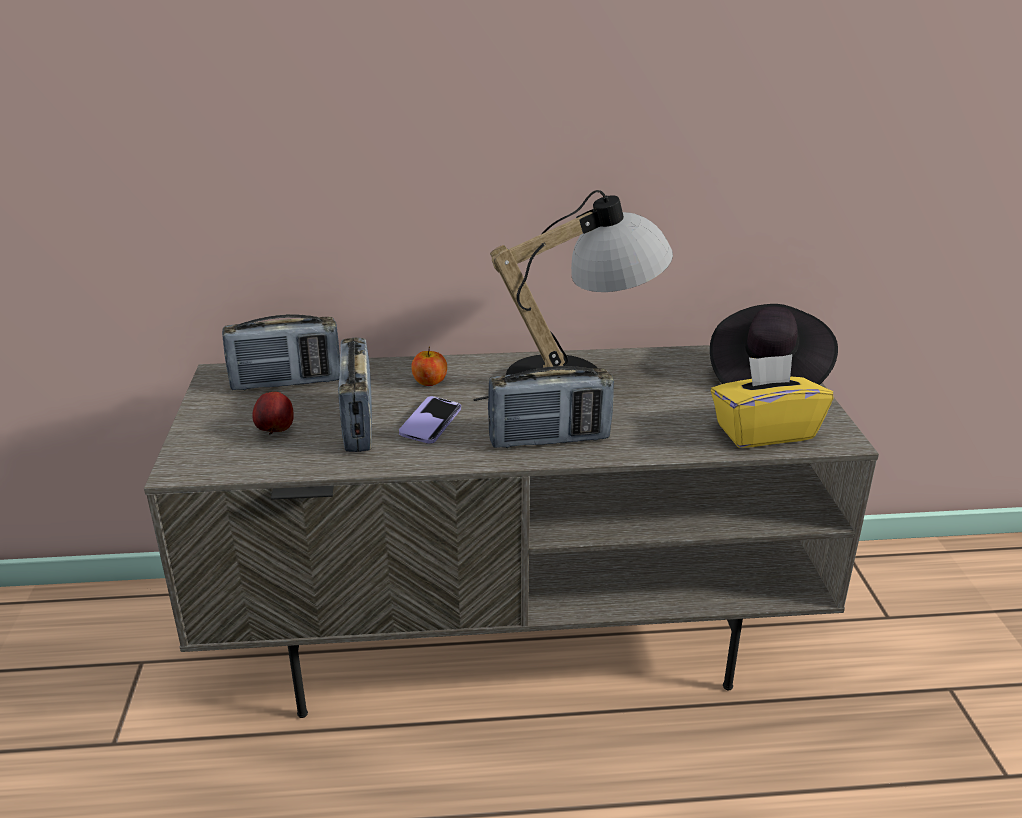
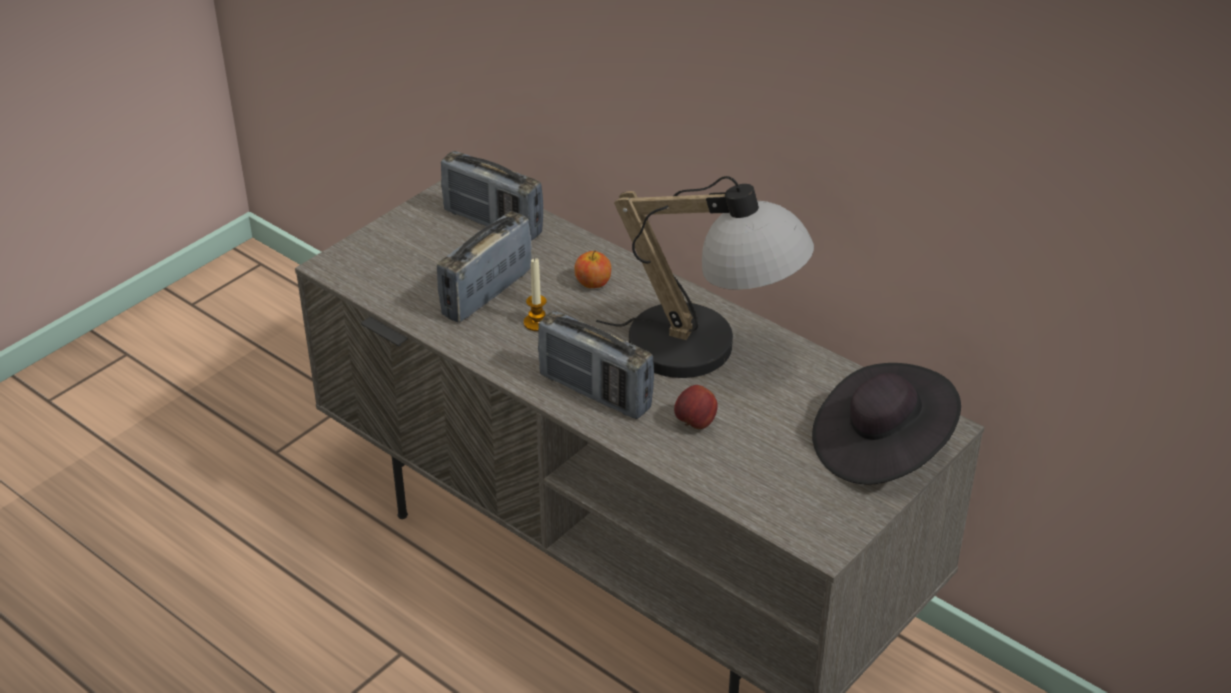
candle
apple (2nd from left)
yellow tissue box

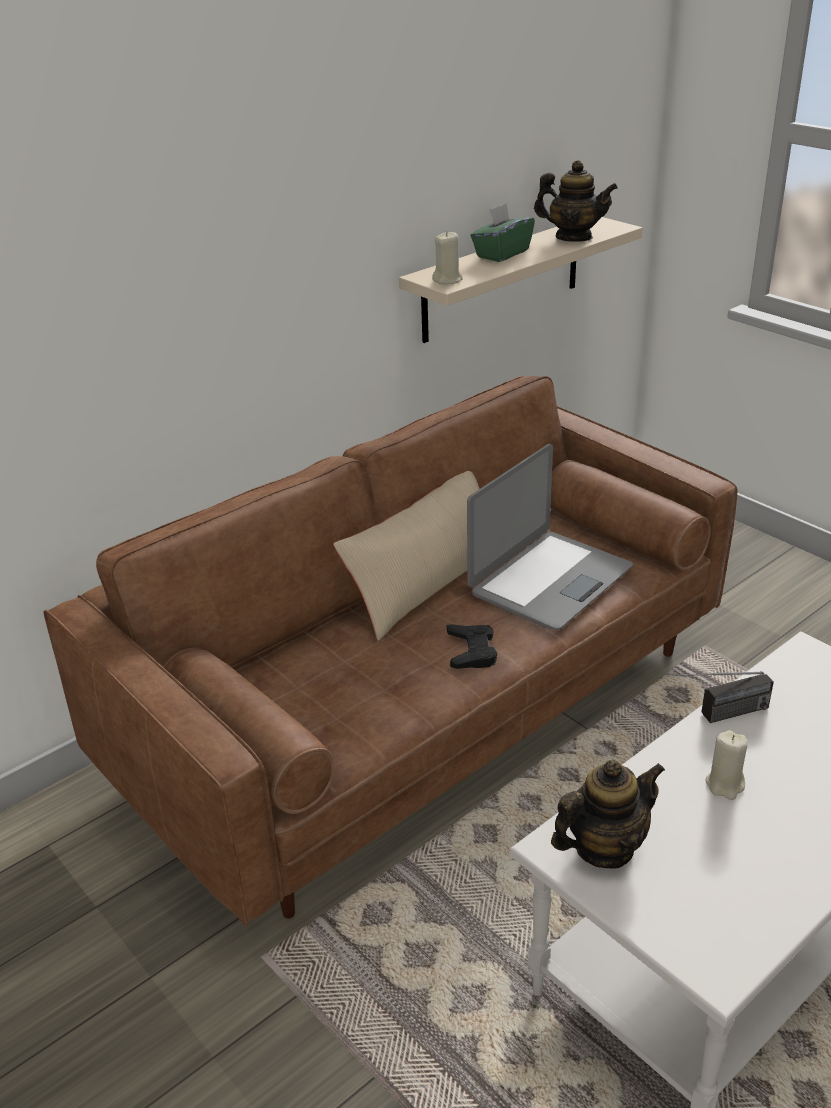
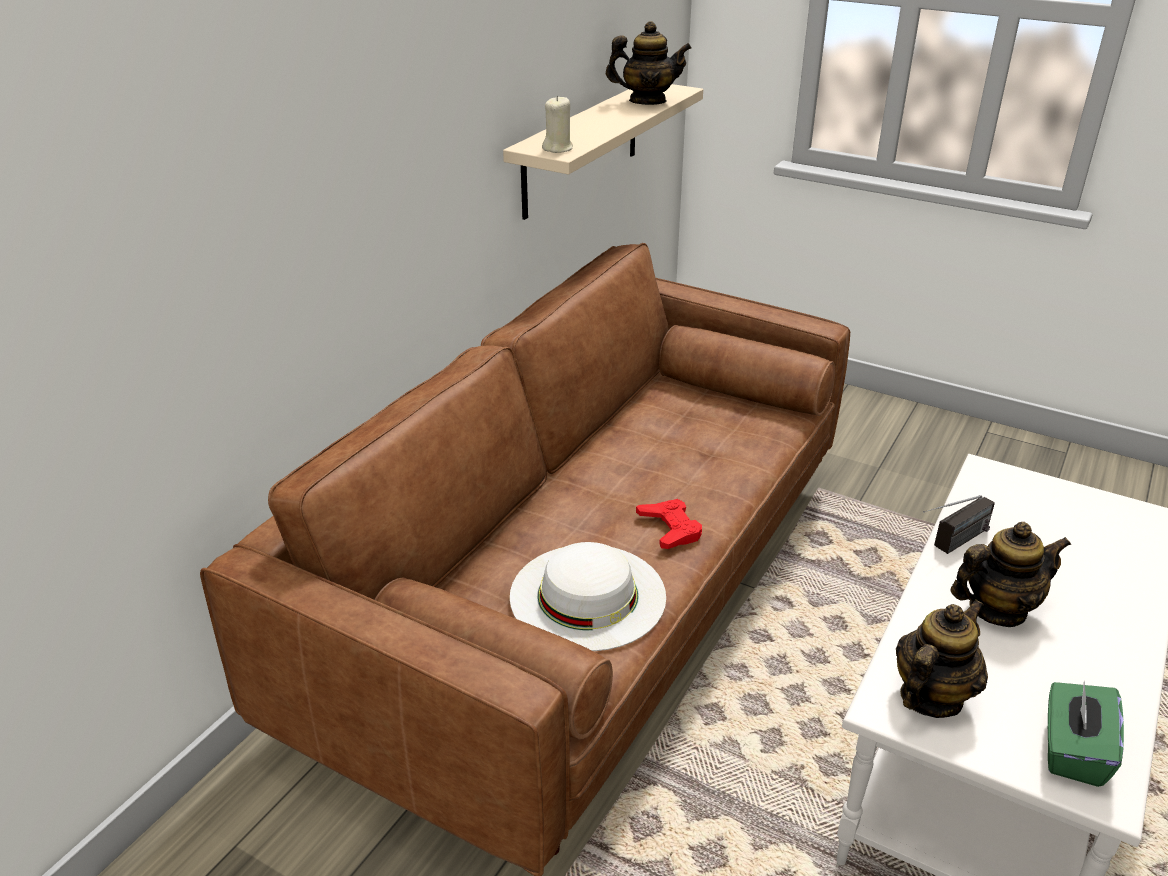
white hat
red game controller
teapot (3rd from left)
green tissue box
beige pillow
laptop

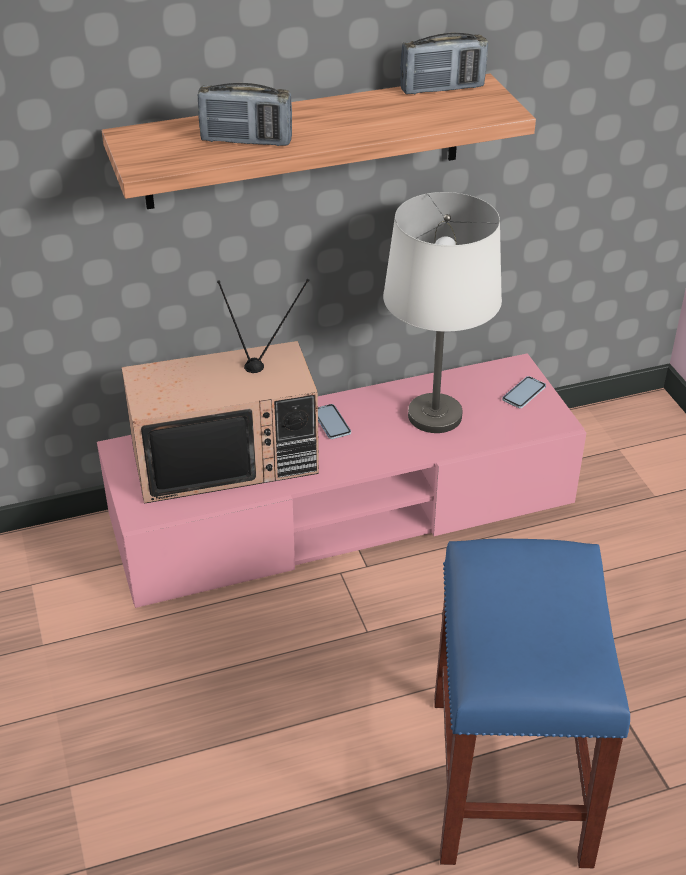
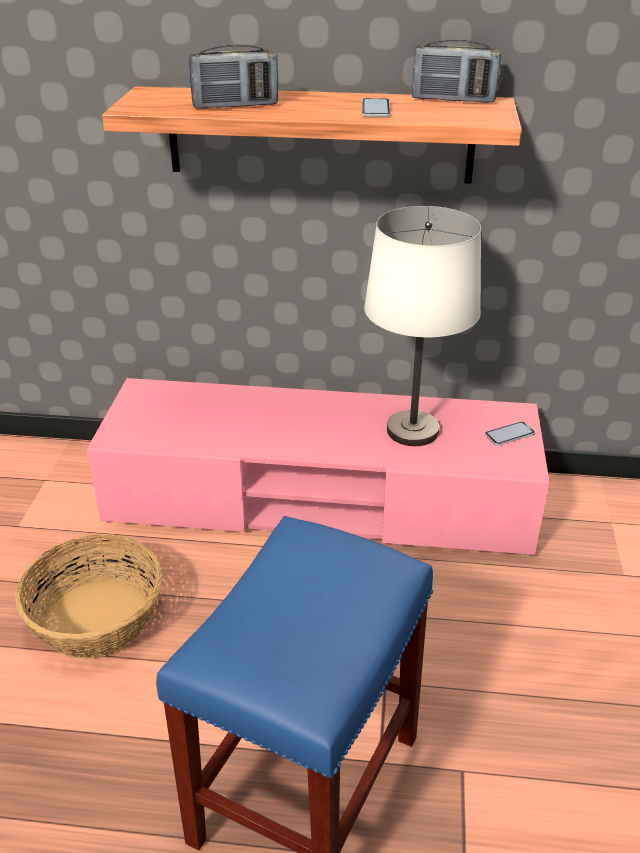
basket
radio (1st from left)
phone (1st from left)
television

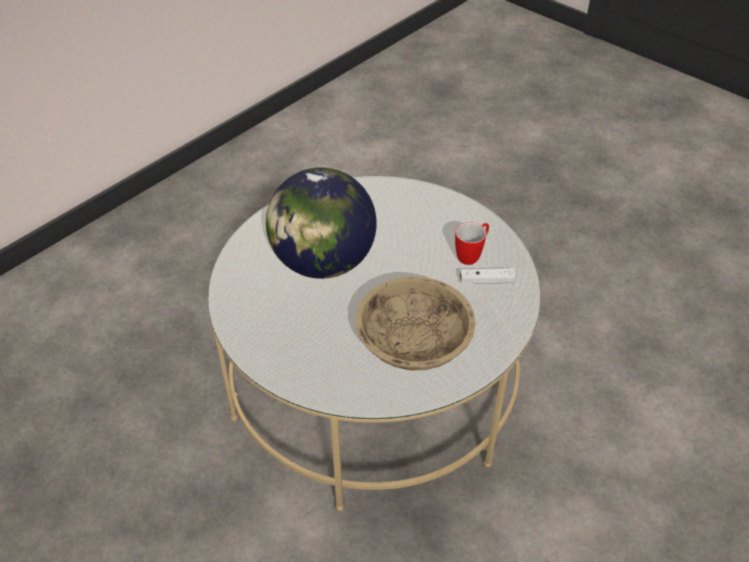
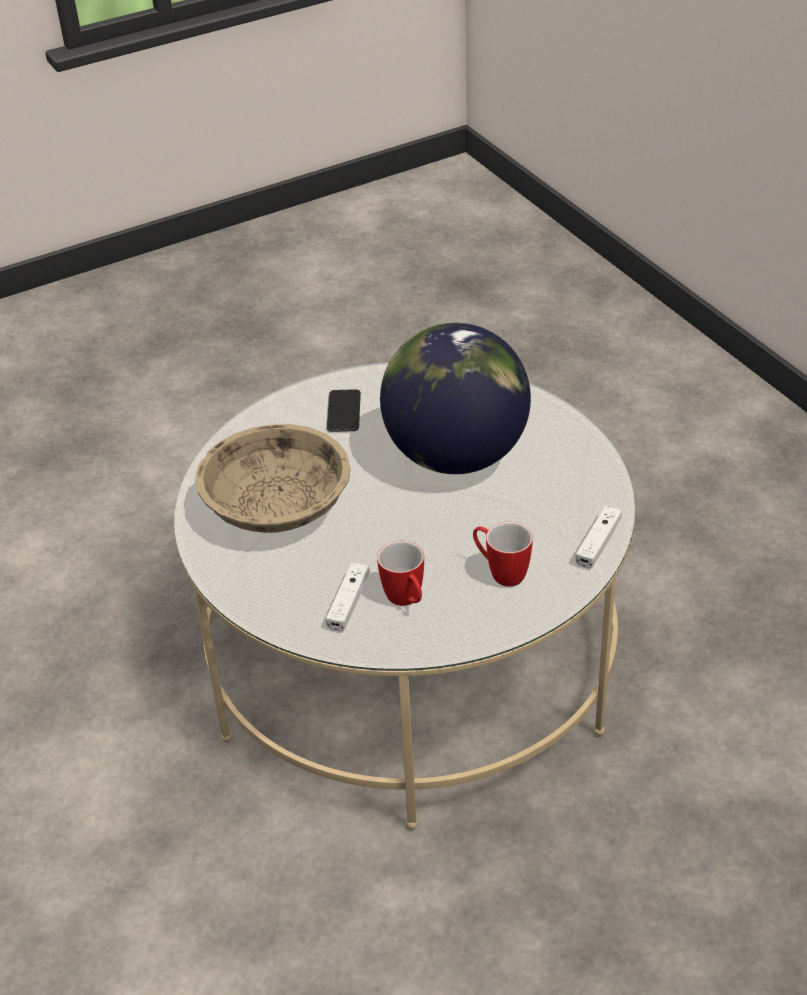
phone
mug (2nd from left)
white game controller (2nd from left)

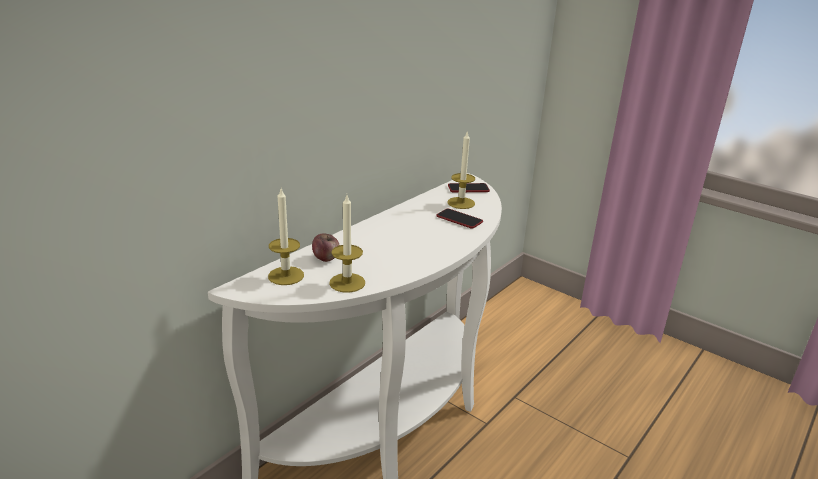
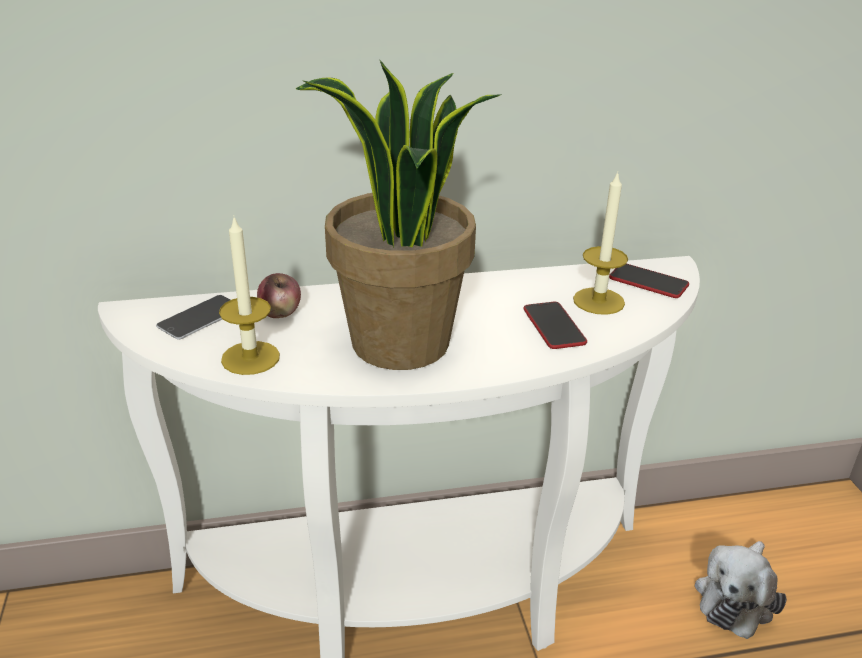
phone (1st from left)
potted plant
plush toy

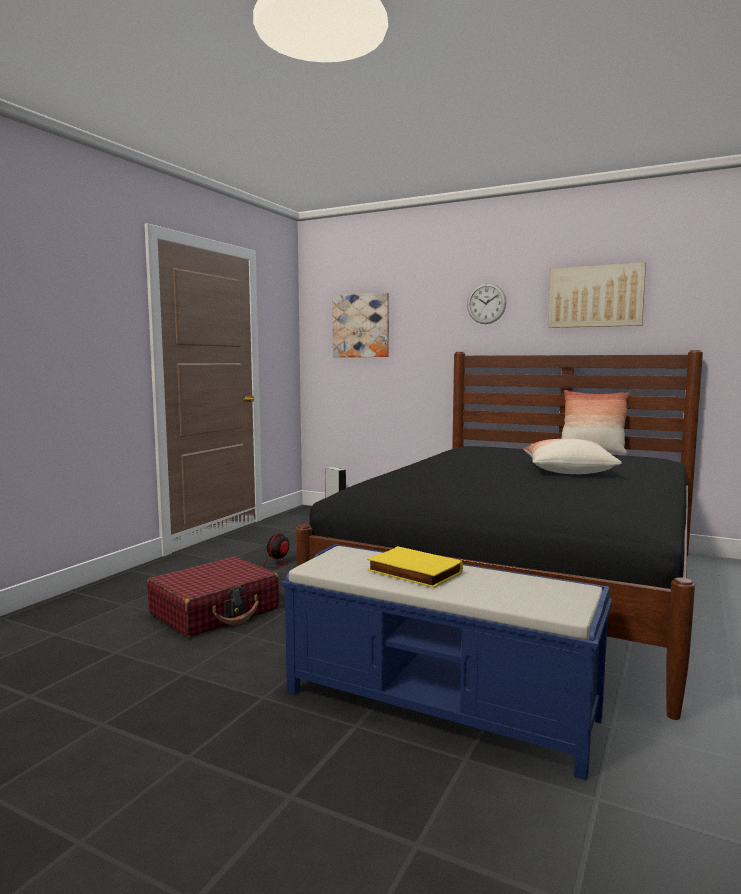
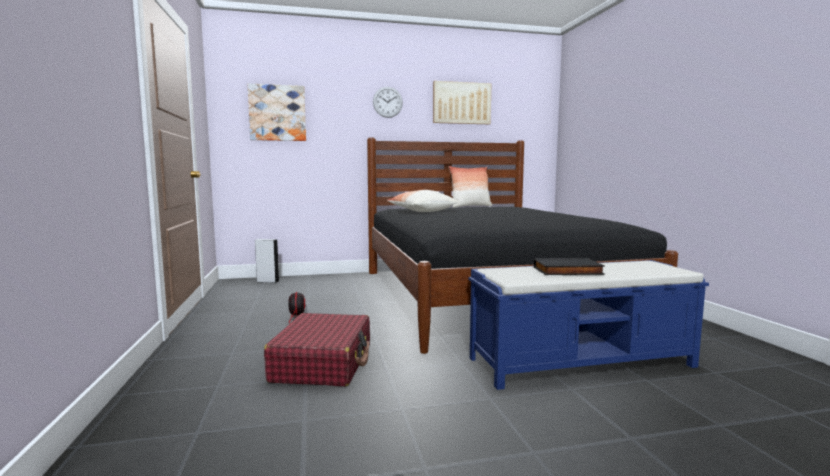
pillow (1st from left)
black book

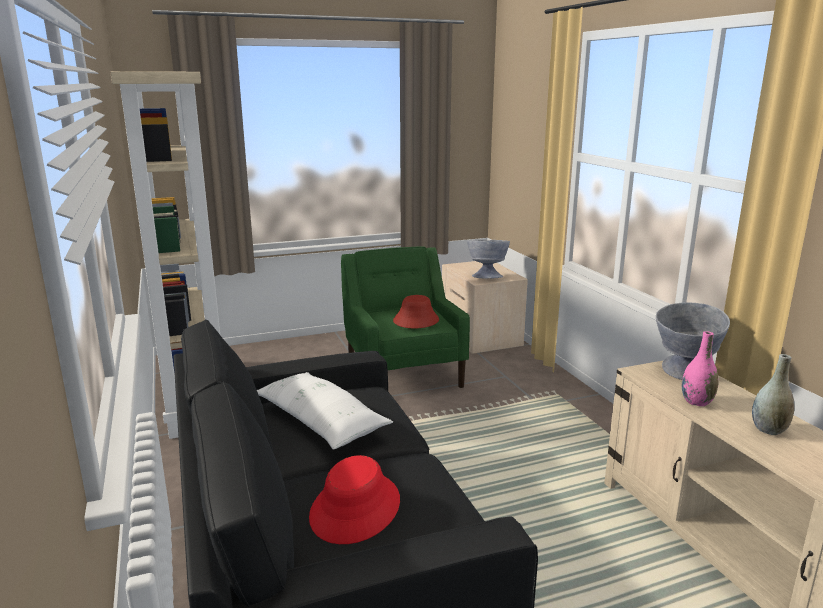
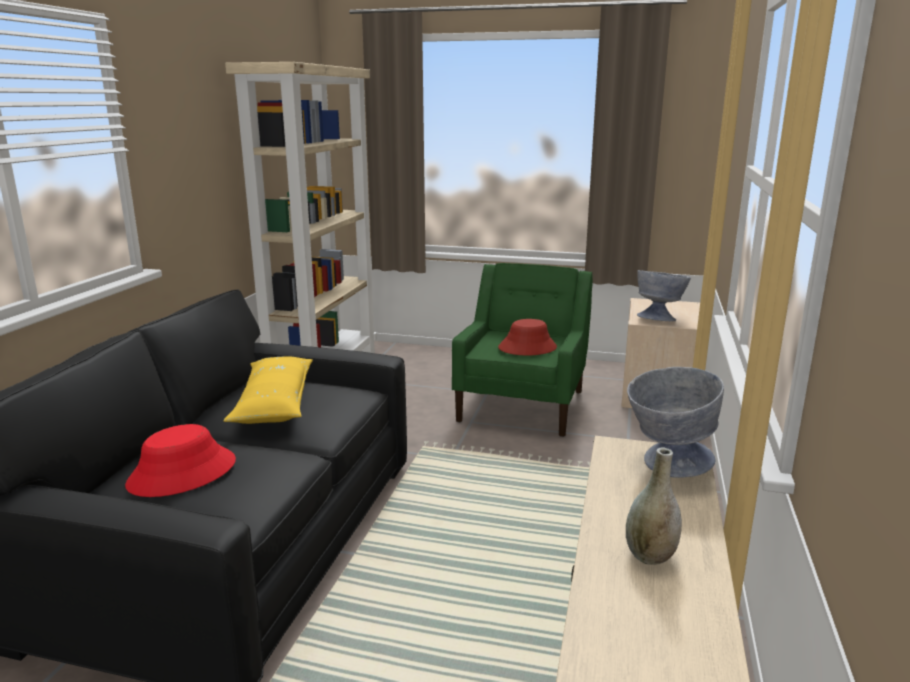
yellow pillow
pink vase

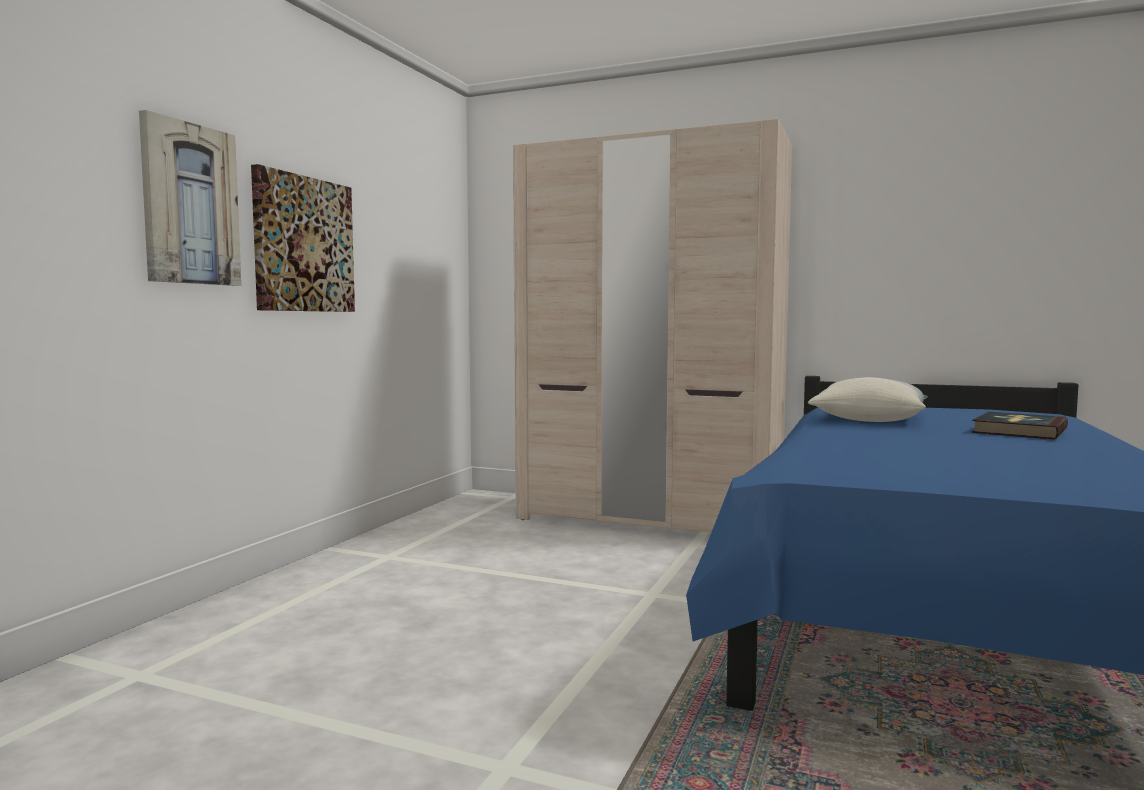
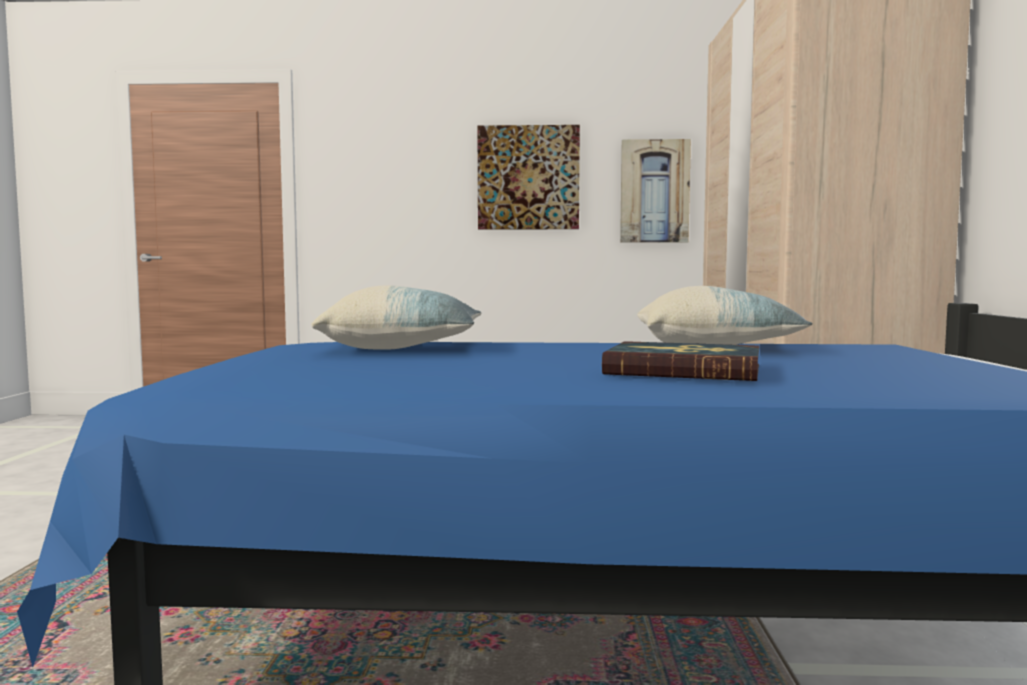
pillow (1st from left)
picture (2nd from left)

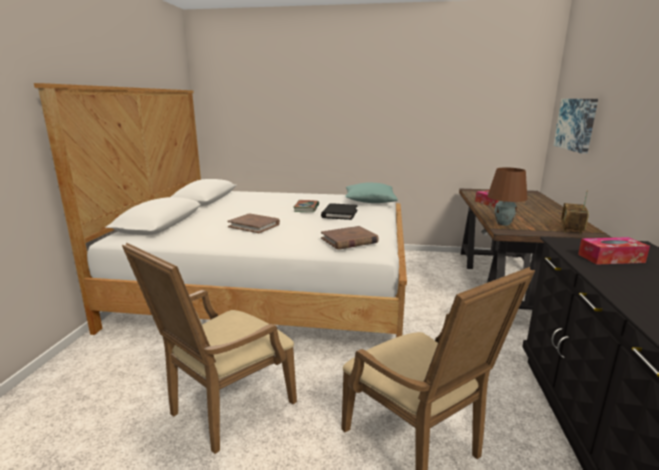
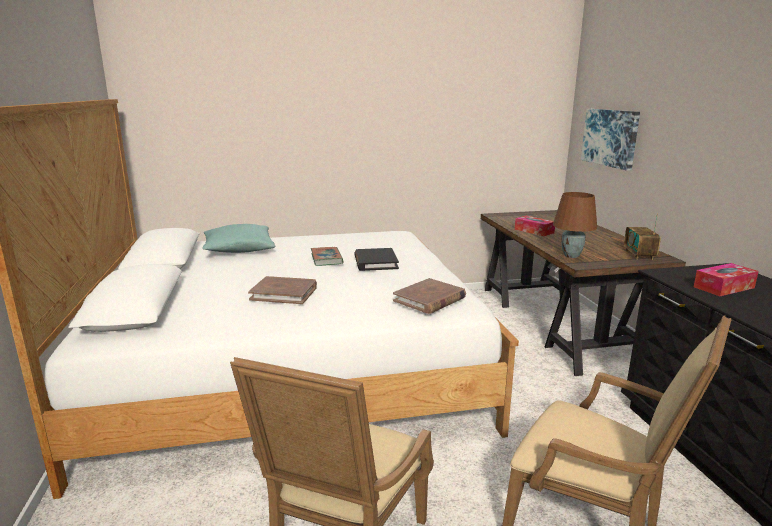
turquoise pillow

